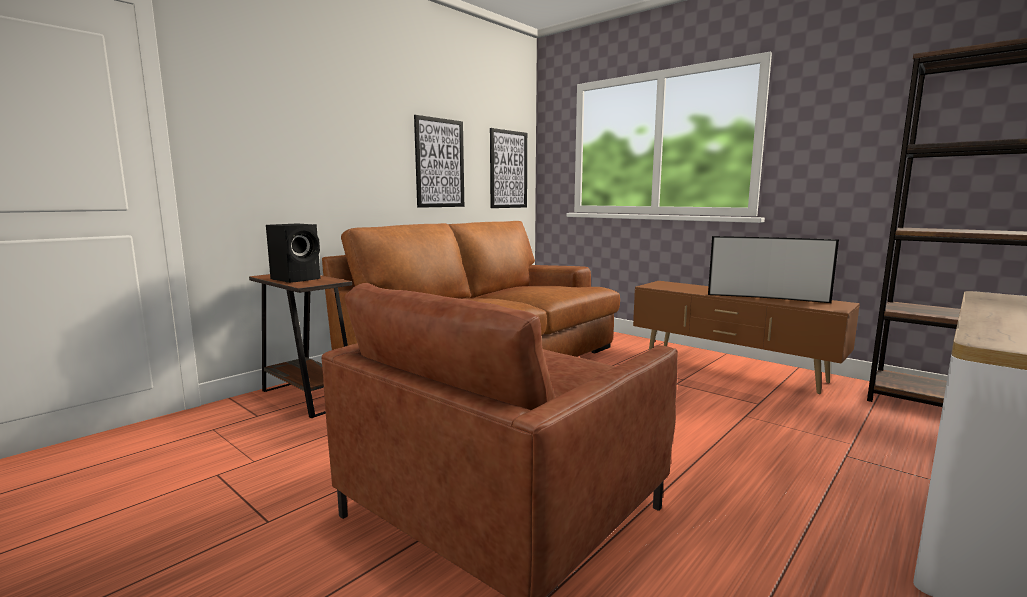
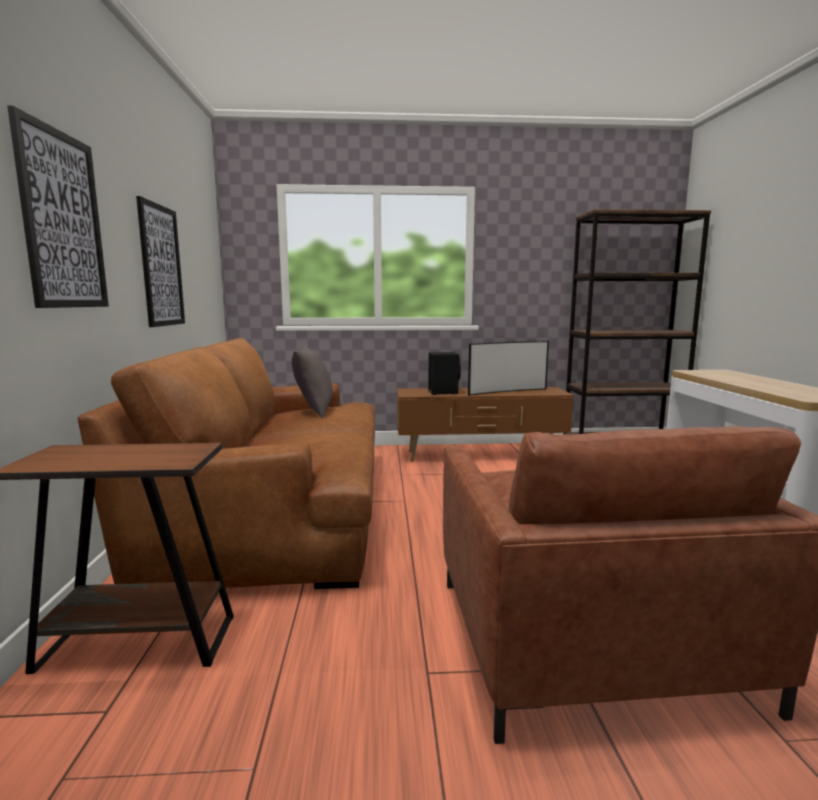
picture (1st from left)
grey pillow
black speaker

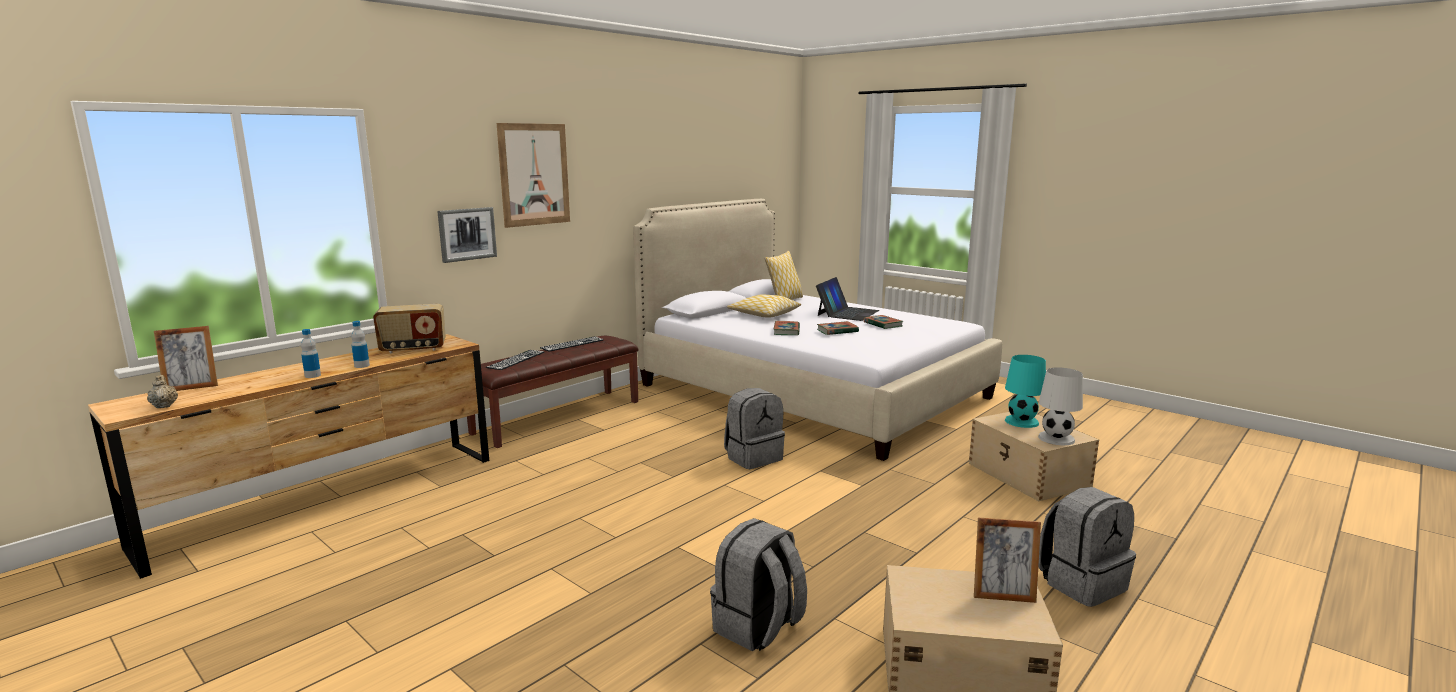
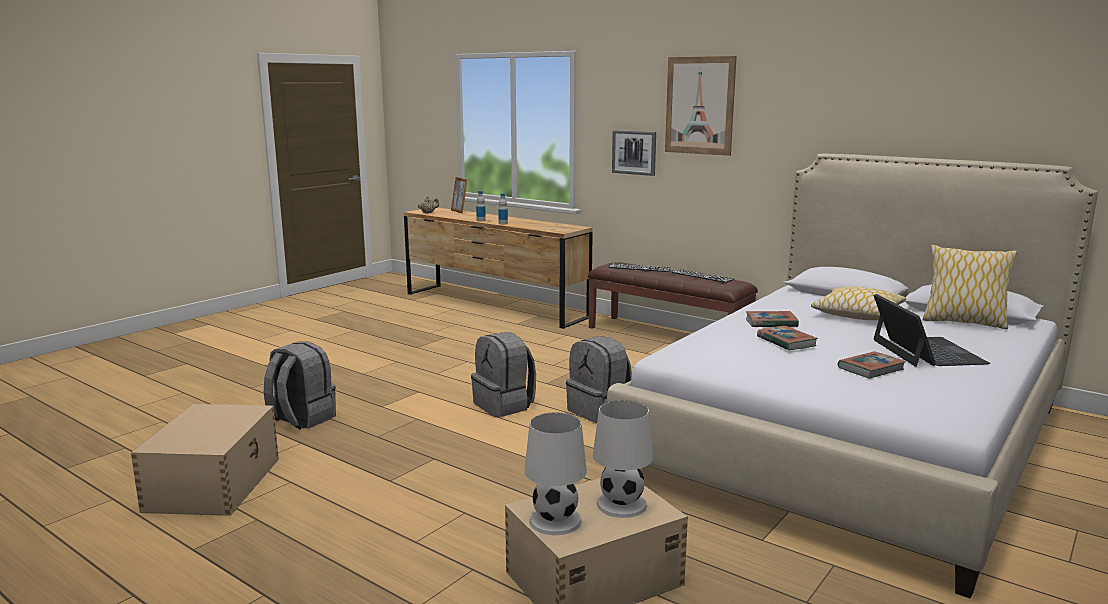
grey backpack (2nd from left)
white table lamp (2nd from left)
laptop
radio
picture frame (2nd from left in the first image)

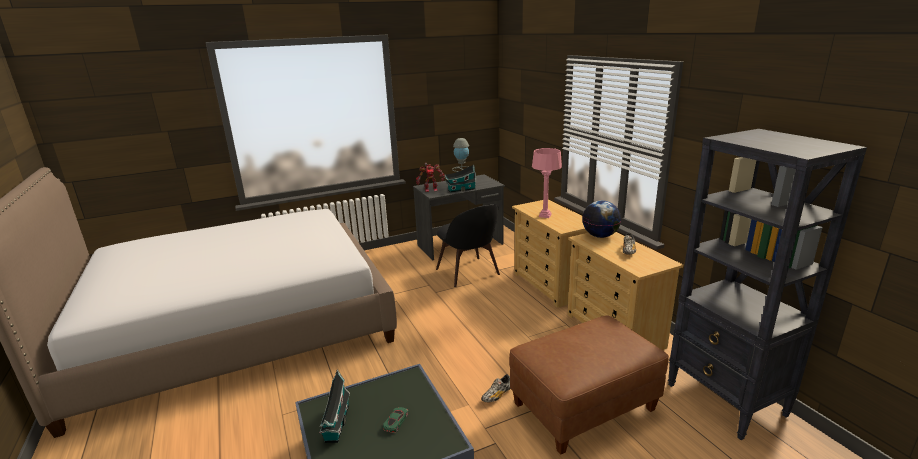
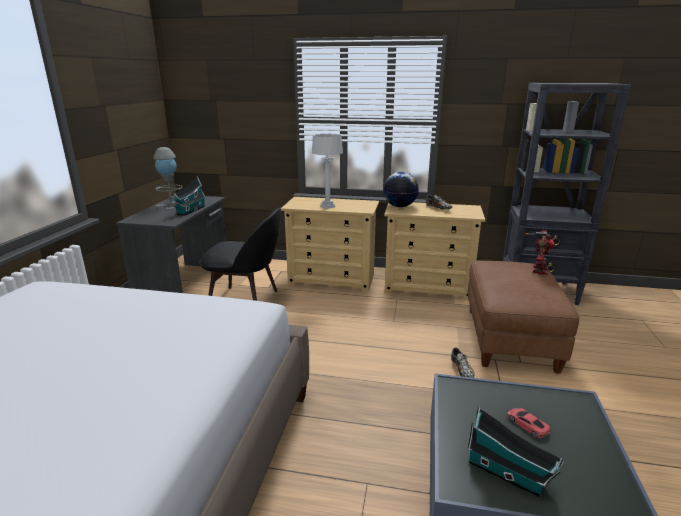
grey table lamp (2nd from left)
red toy car
toy robot

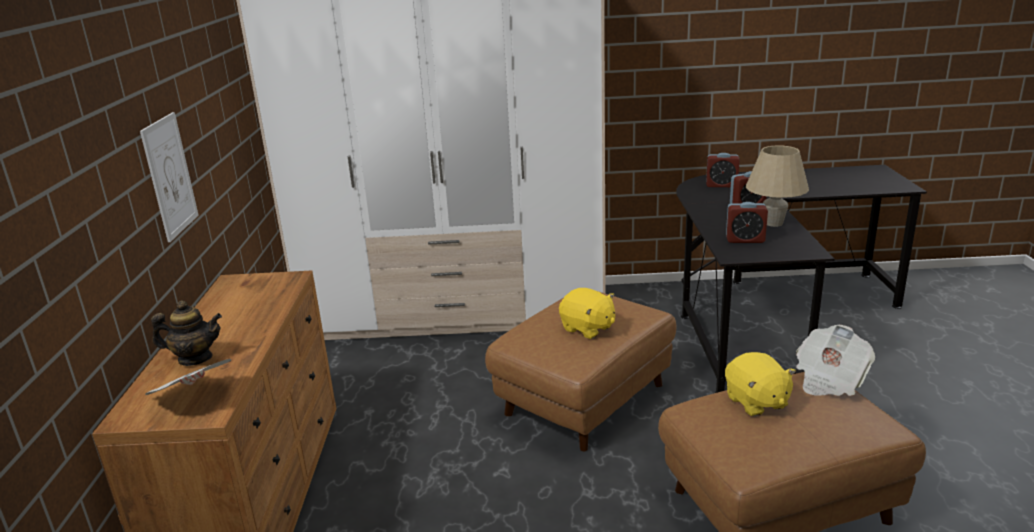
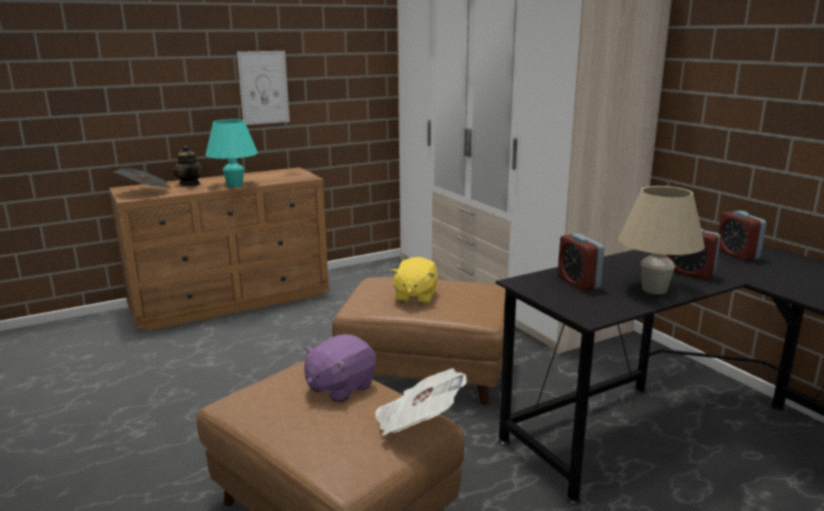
turquoise table lamp
purple plush toy

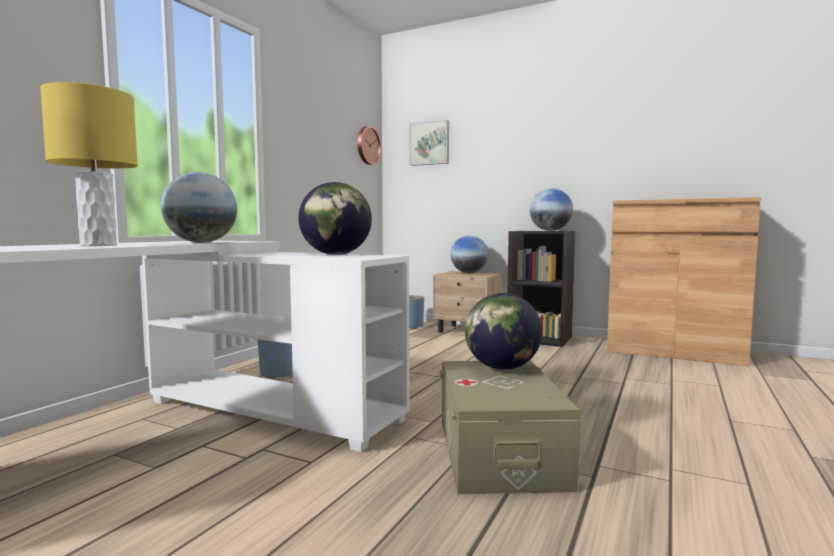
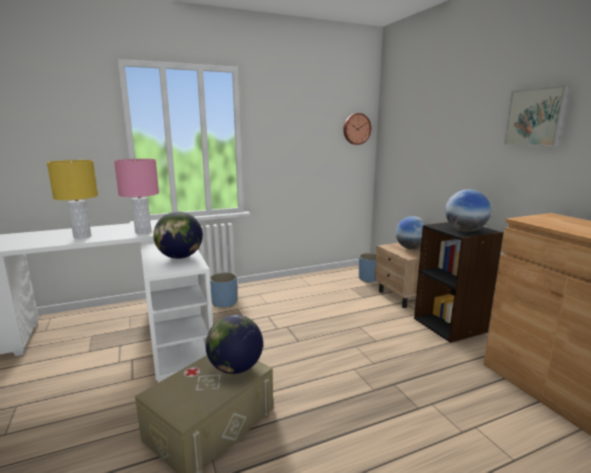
pink table lamp
picture

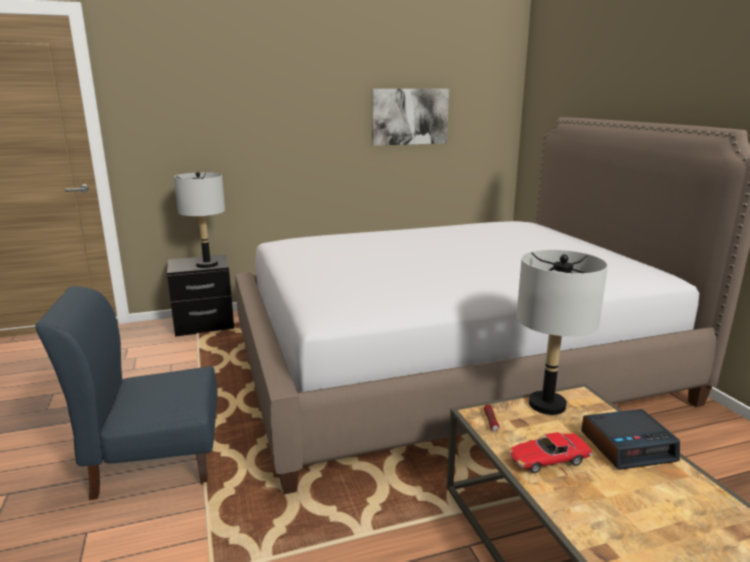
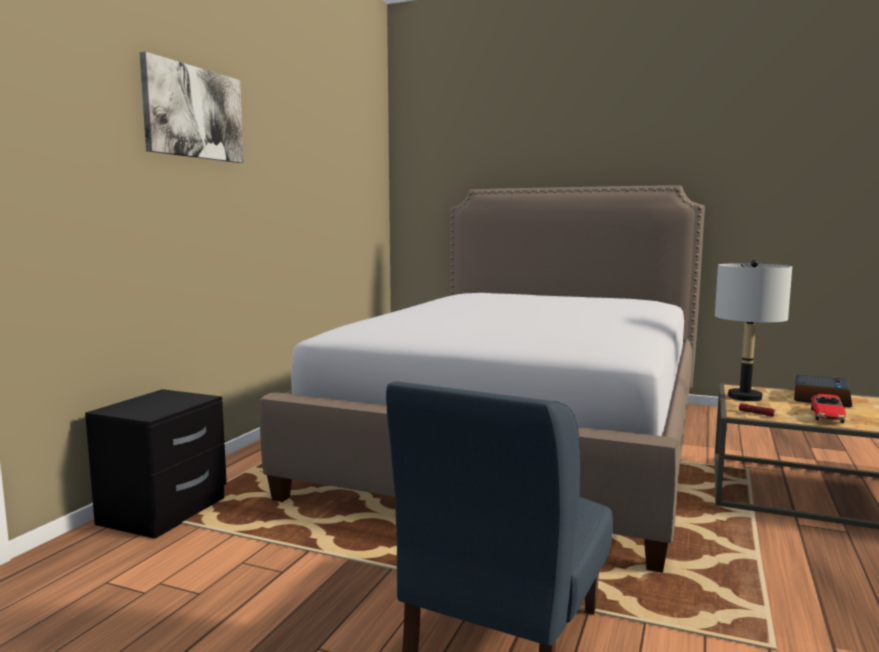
picture
grey table lamp (1st from left in the first image)

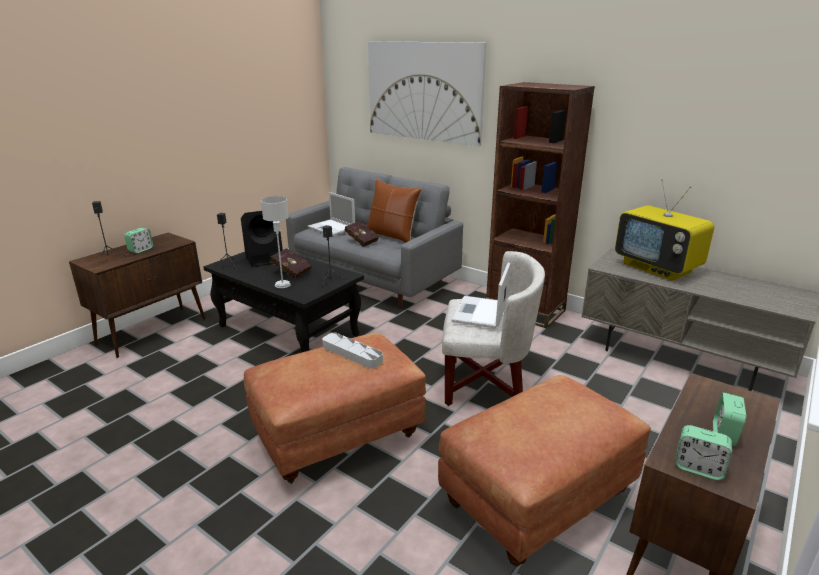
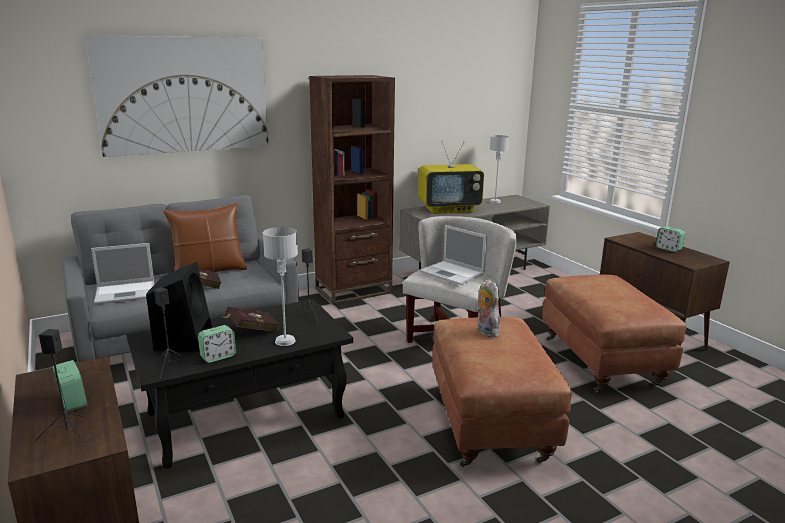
alarm clock (2nd from left)
plush toy
grey table lamp (2nd from left)

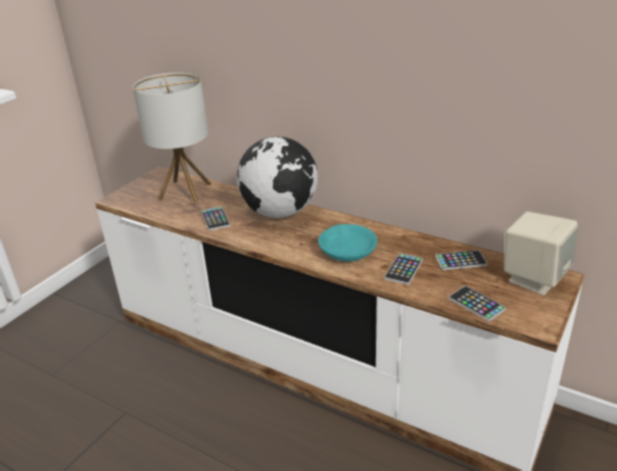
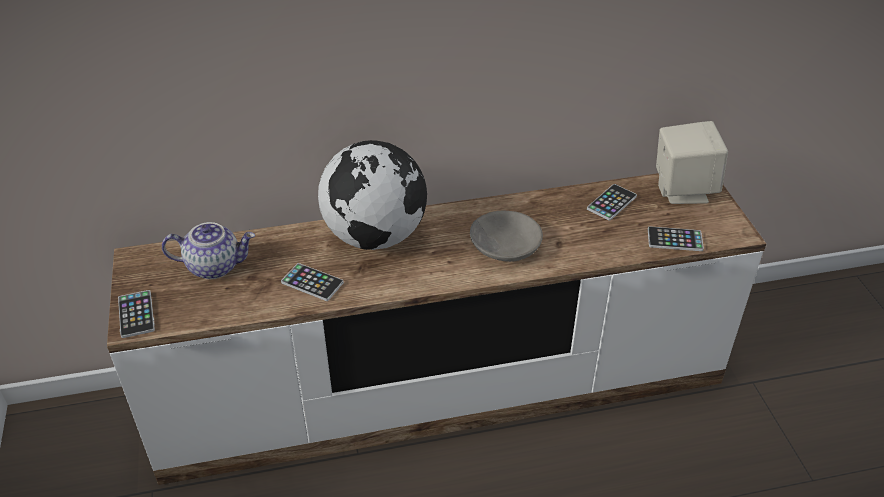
phone (1st from left)
teapot
grey bowl

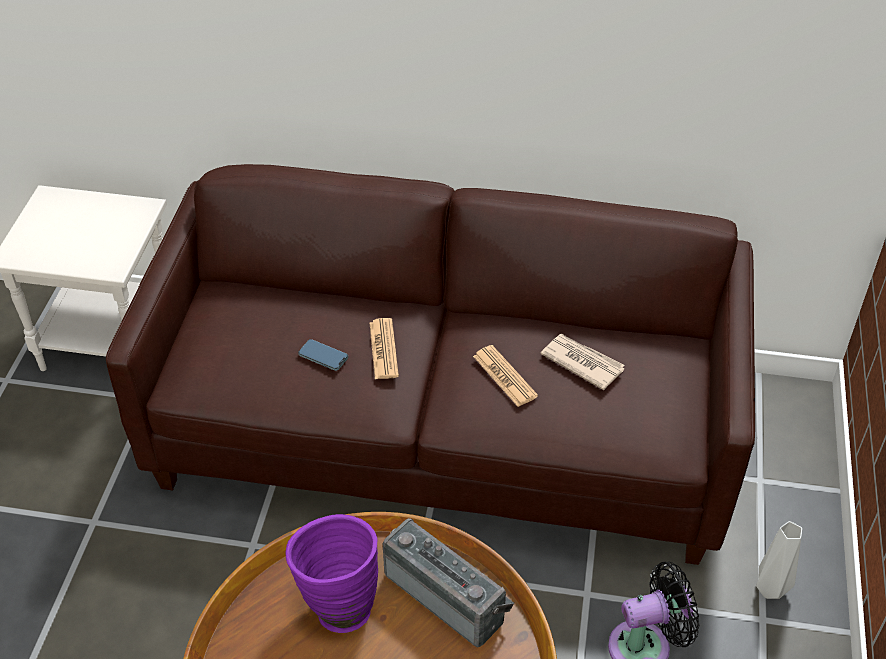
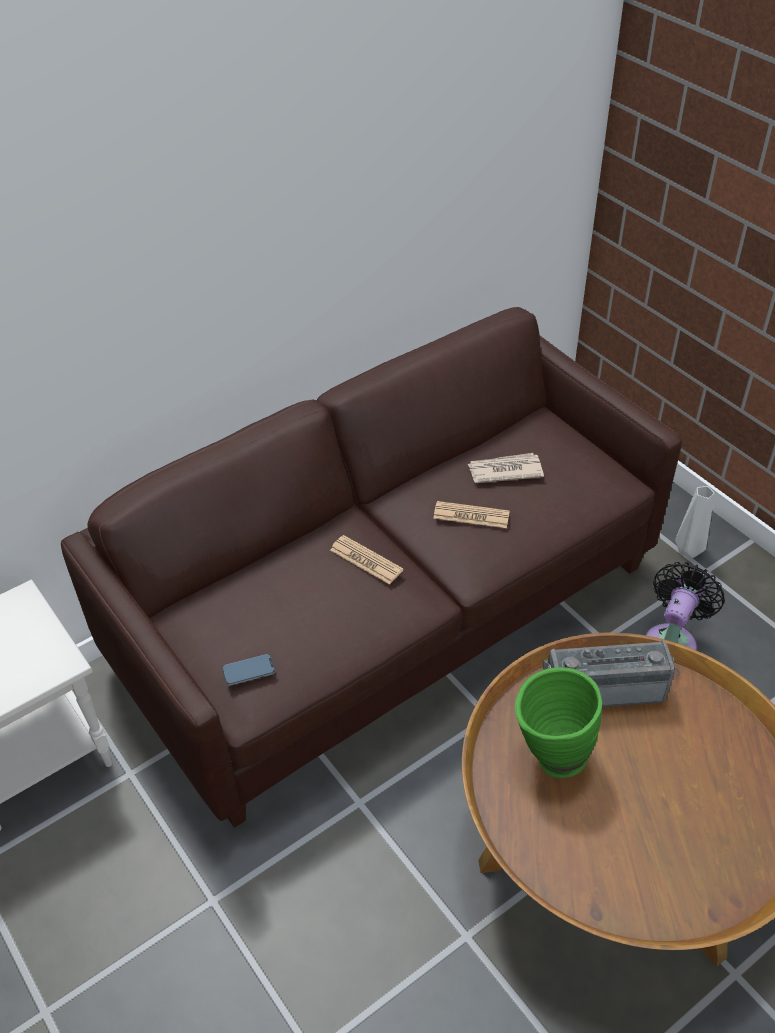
phone
green vase

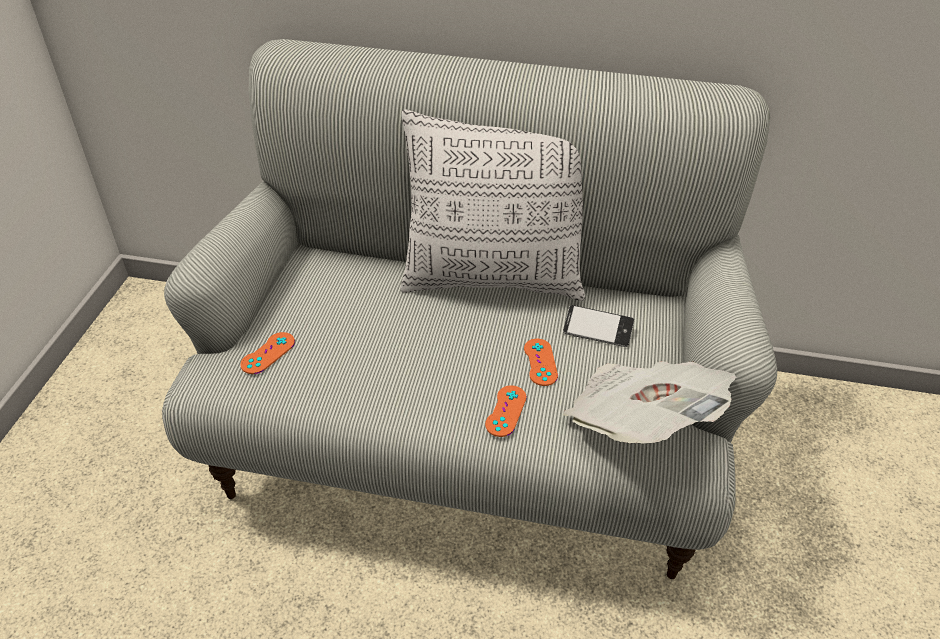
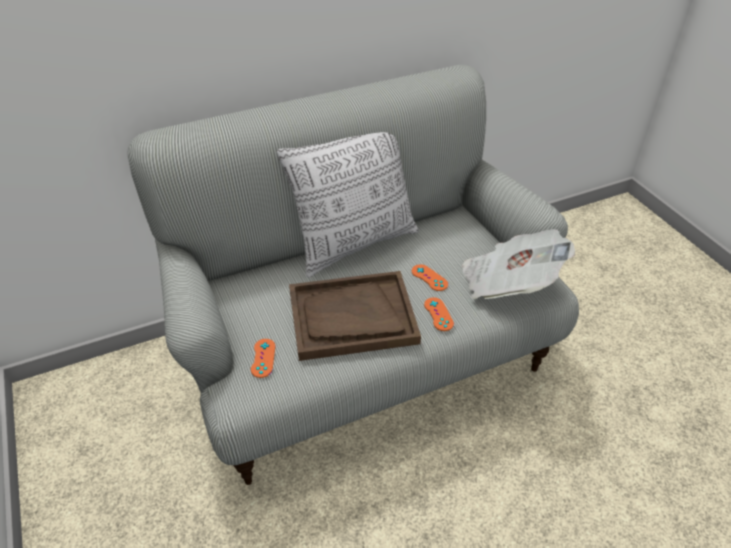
brown tray
phone

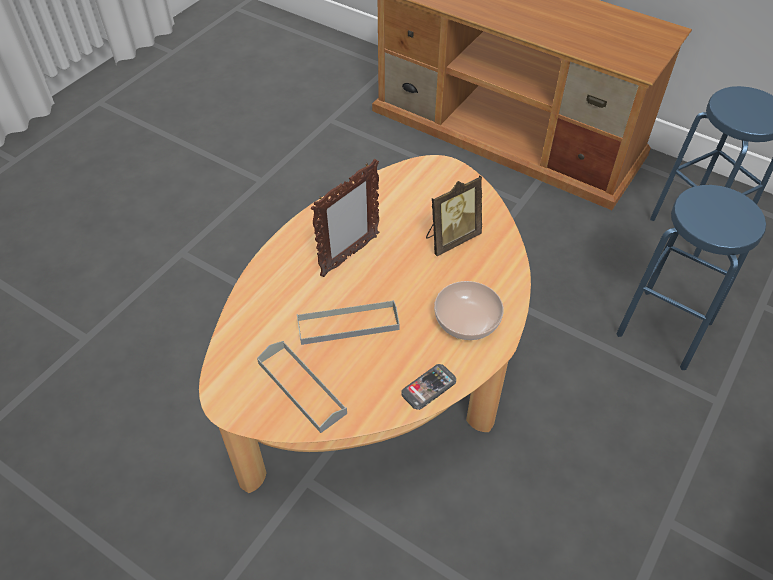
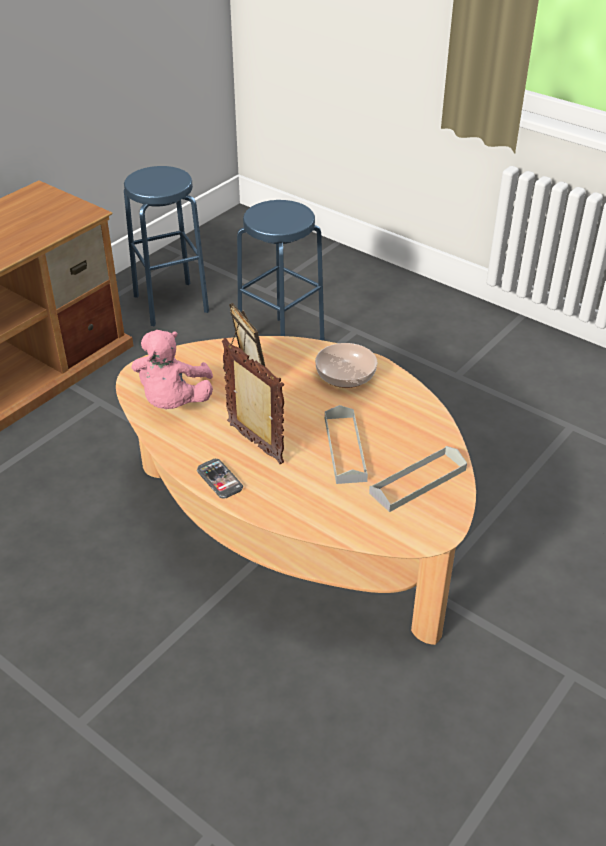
pink plush toy
phone

